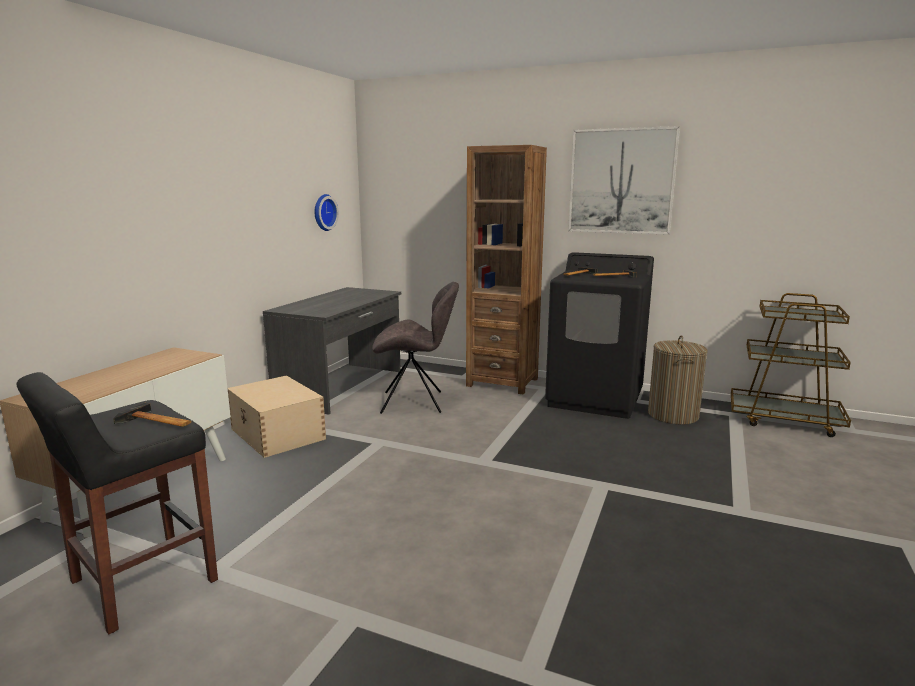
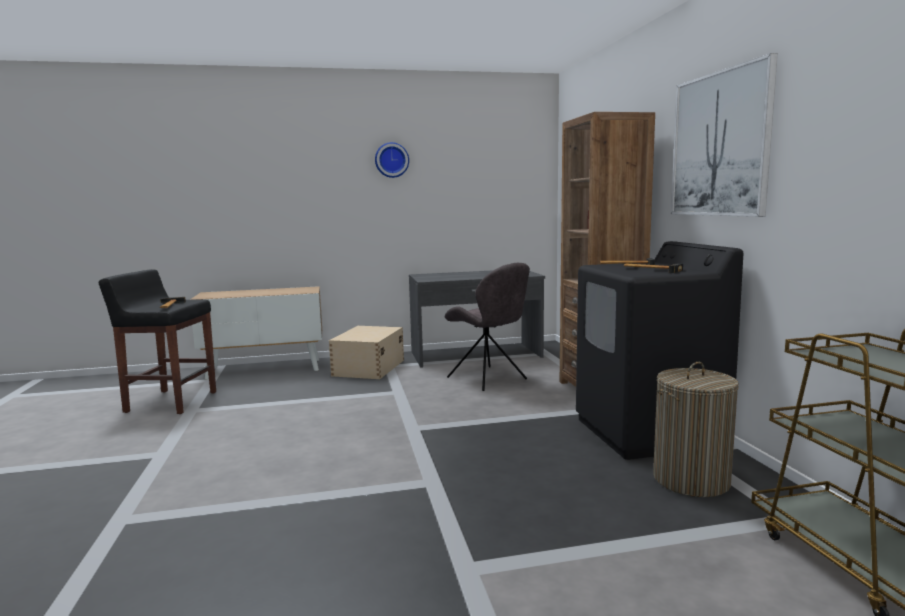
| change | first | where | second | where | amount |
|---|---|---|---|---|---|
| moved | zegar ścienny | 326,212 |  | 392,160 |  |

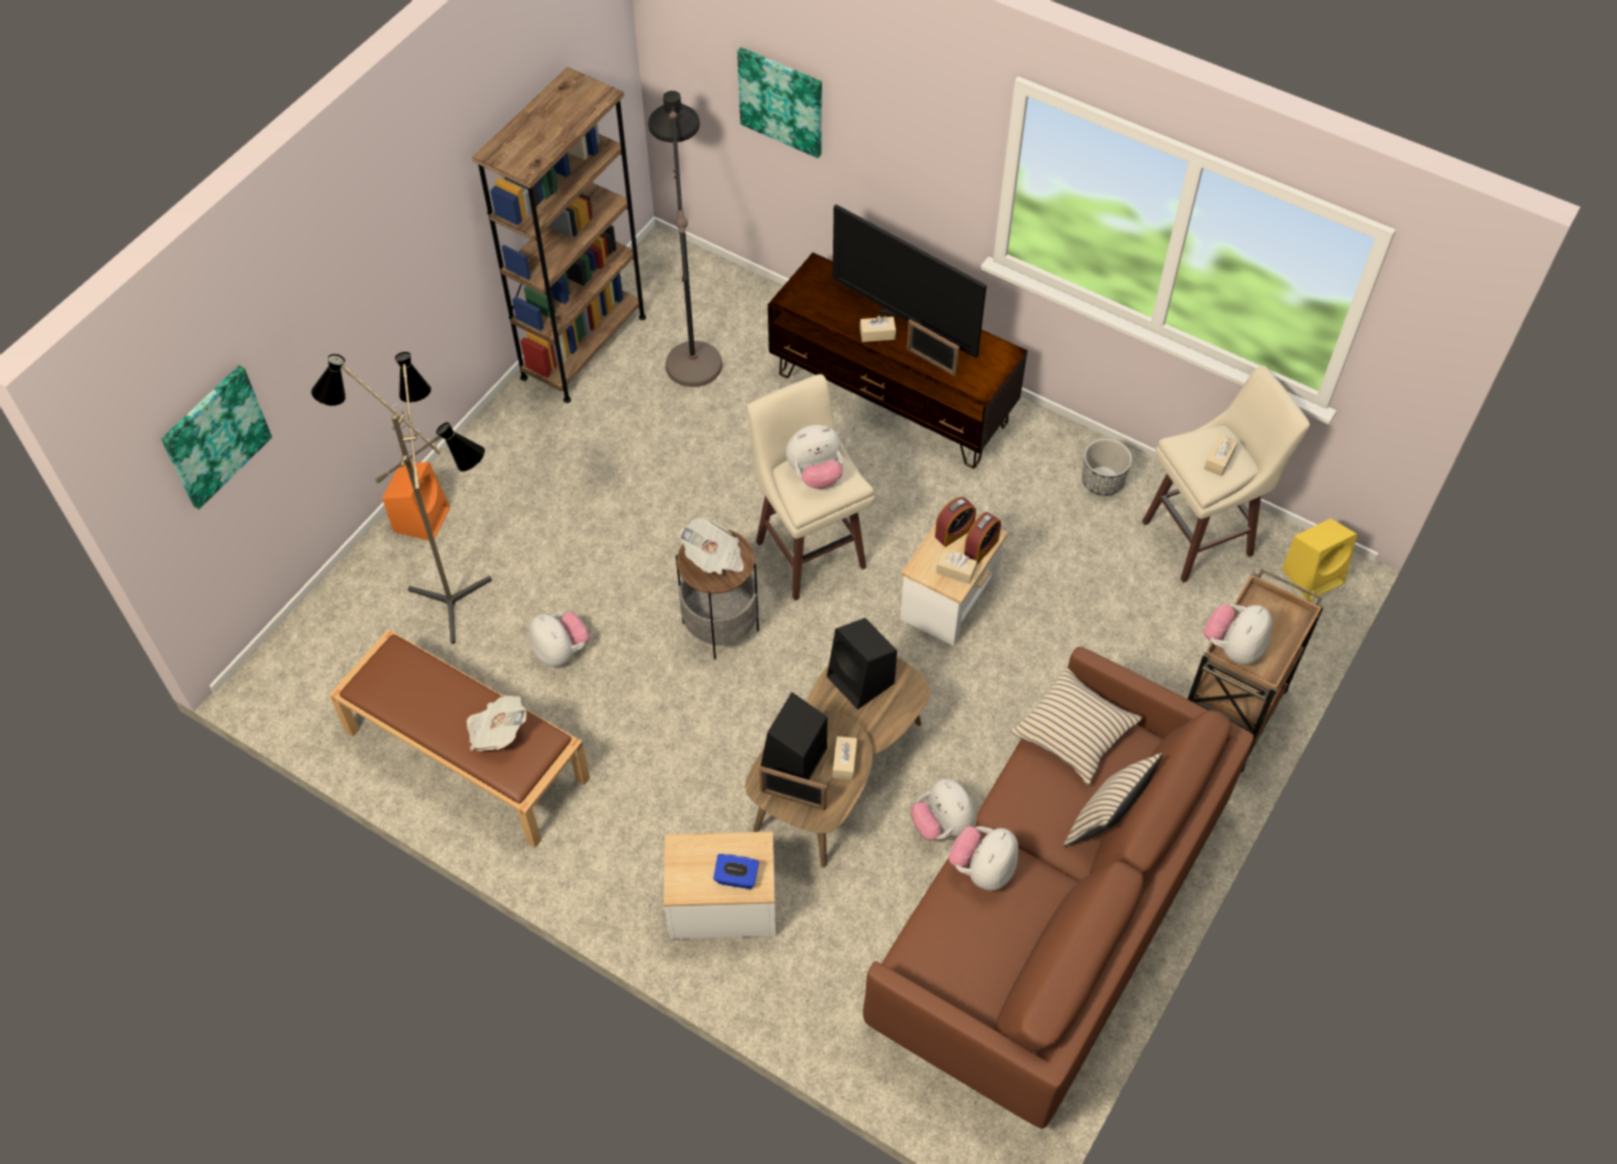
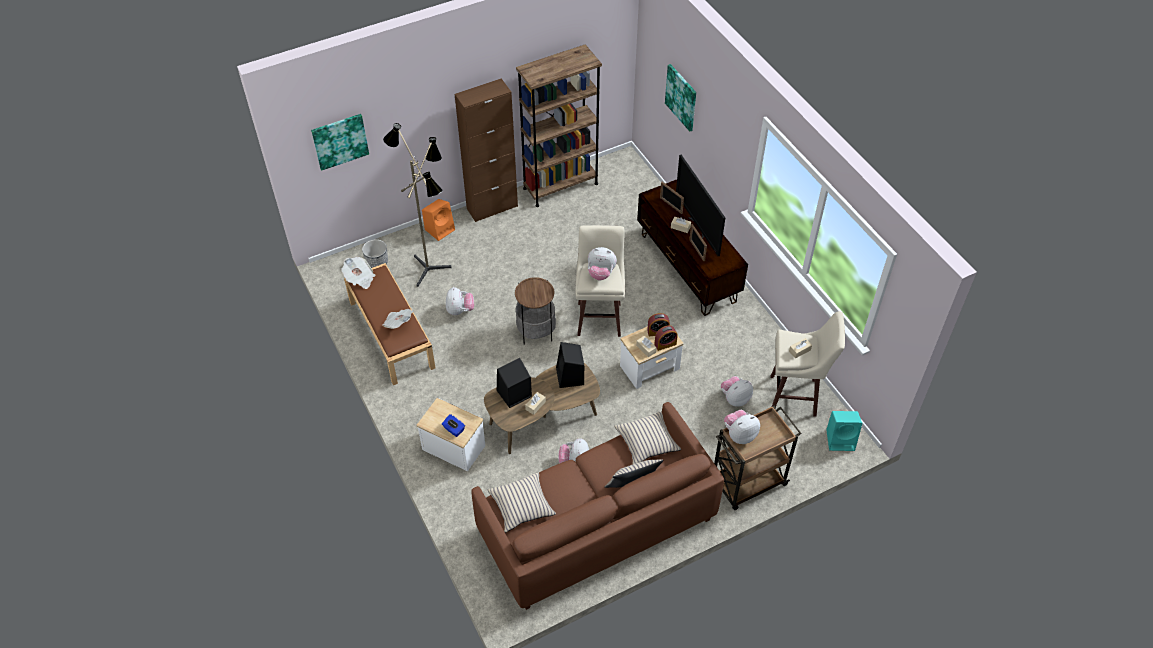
| change | first | where | second | where | amount |
|---|---|---|---|---|---|
| removed | lampa stojąca [czarny] | 685,239 |  |  |  |
| added |  |  | szafka [brązowy] | 486,150 |  |
| added |  |  | poduszka [beżowy] | 521,503 |  |
| moved | gazeta | 711,546 |  | 358,273 |  |
| moved | ramka na zdjęcie | 793,788 |  | 672,198 |  |
| moved | pluszak | 983,858 |  | 737,391 |  |
| moved | donica | 1107,467 |  | 375,253 |  |
| recoloured | głośnik [żółty] | 1319,559 | głośnik [turkusowy] | 844,431 |  |

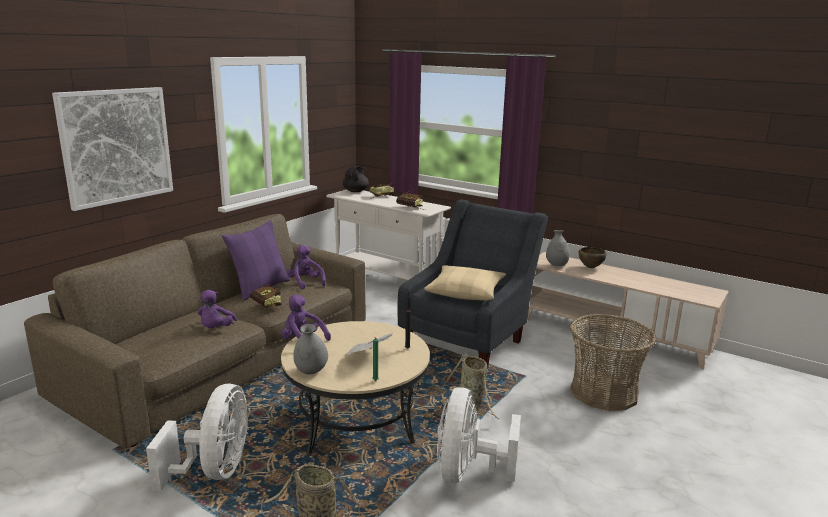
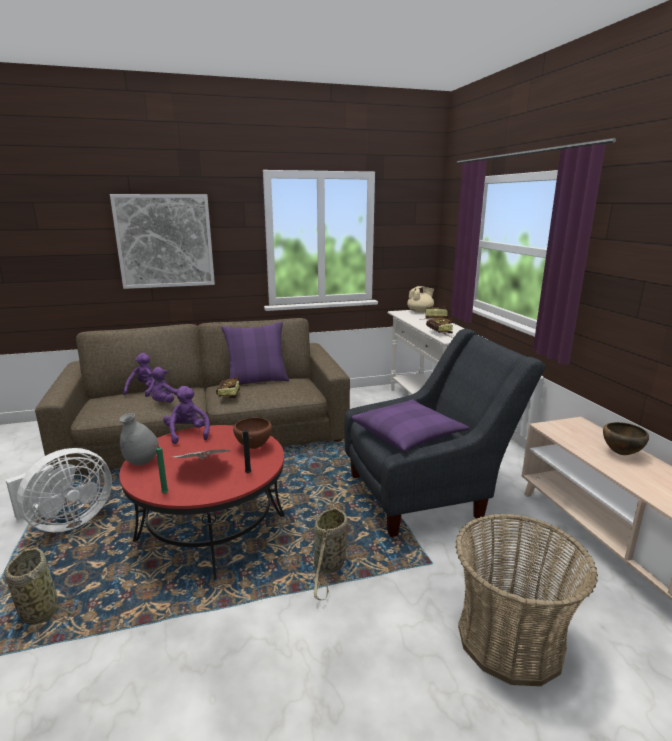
| change | first | where | second | where | amount |
|---|---|---|---|---|---|
| removed | wentylator [biały] | 479,435 |  |  |  |
| removed | wazon [szary] | 558,248 |  |  |  |
| added |  |  | miska [brązowy] | 252,433 |  |
| moved | pluszak [fioletowy] | 306,267 |  | 139,375 |  |
| recoloured | ława [beżowy] | 355,387 | ława [czerwony] | 202,503 |  |
| recoloured | imbryk [czarny] | 356,179 | imbryk [beżowy] | 420,299 |  |
| recoloured | poduszka [beżowy] | 465,282 | poduszka [fioletowy] | 410,425 |  |

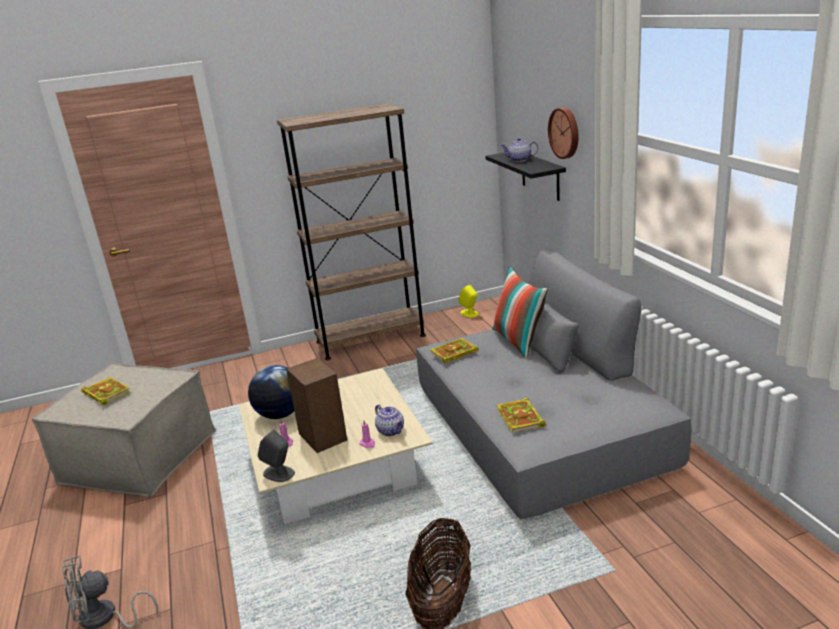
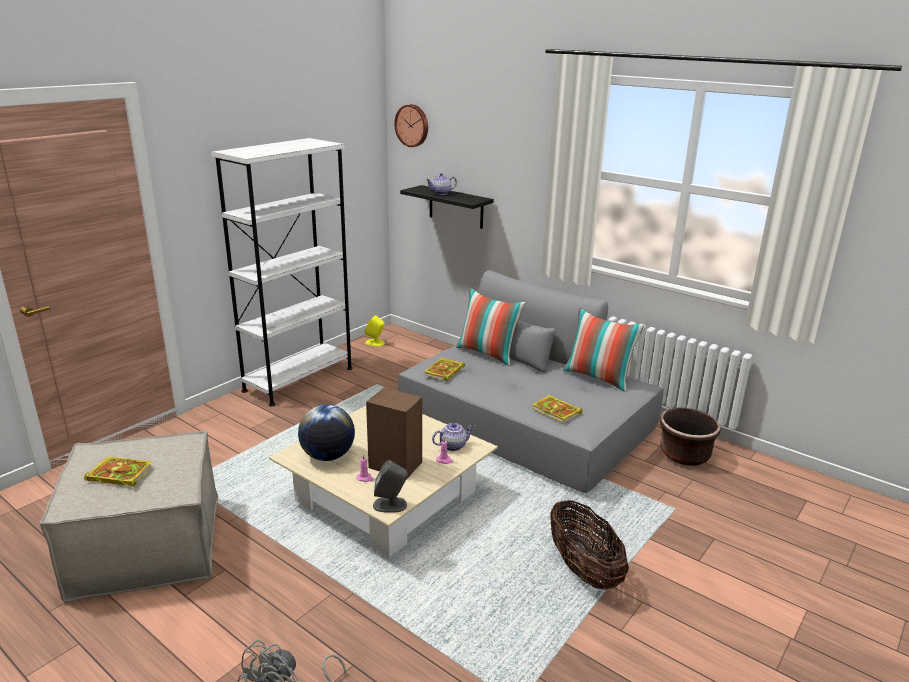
| change | first | where | second | where | amount |
|---|---|---|---|---|---|
| added |  |  | poduszka | 603,350 |  |
| added |  |  | donica [brązowy] | 690,436 |  |
| moved | zegar ścienny | 563,133 |  | 411,125 |  |
| recoloured | regał [brązowy] | 351,231 | regał [biały] | 282,272 |  |
| turned | imbryk | 389,420 |  | 453,437 | 45 degrees counterclockwise |

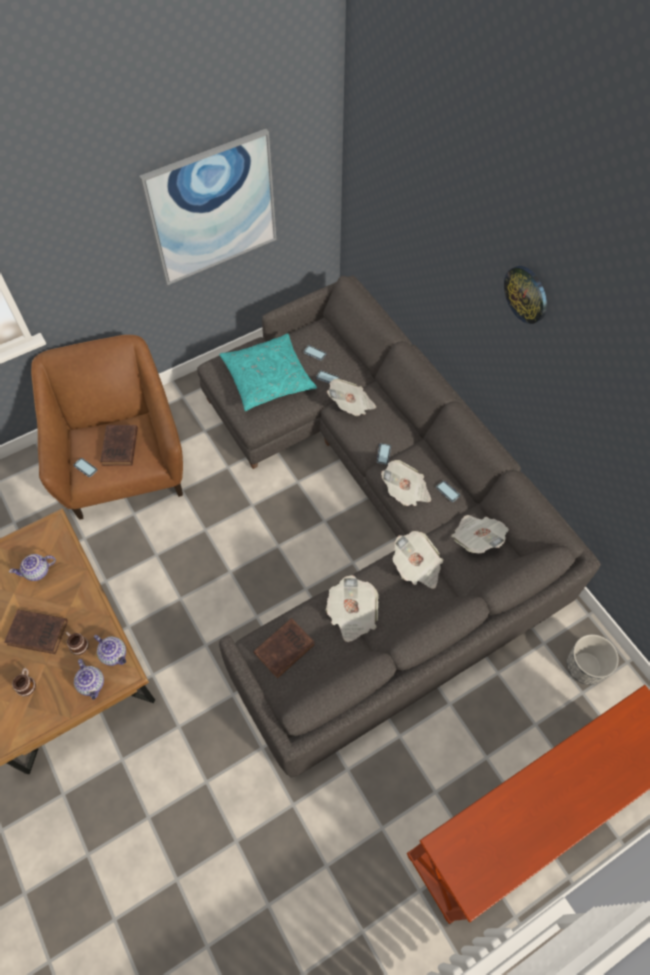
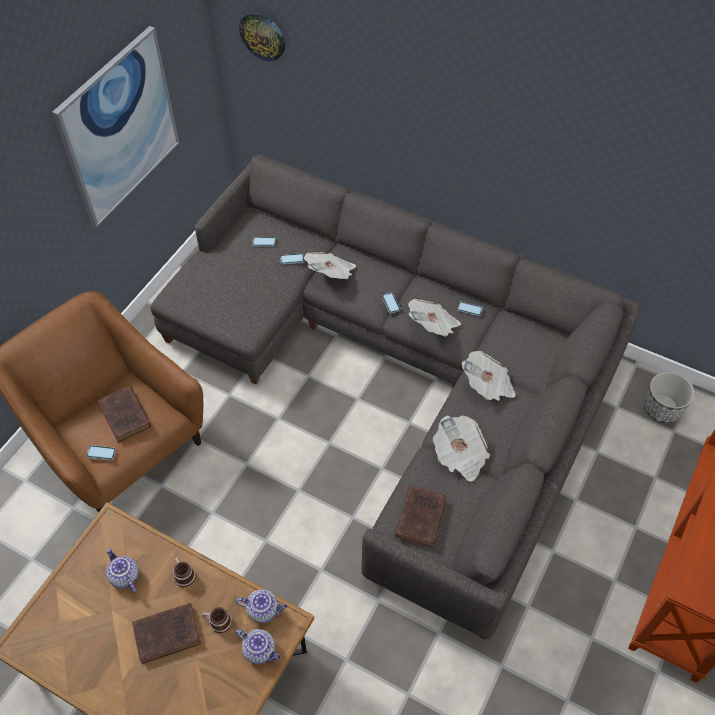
| change | first | where | second | where | amount |
|---|---|---|---|---|---|
| removed | poduszka [turkusowy] | 268,372 |  |  |  |
| removed | gazeta | 480,534 |  |  |  |
| moved | kubek | 24,682 |  | 184,572 |  |
| moved | zegar ścienny | 525,295 |  | 262,37 |  |
| turned | imbryk | 32,567 |  | 122,570 | 105 degrees clockwise |

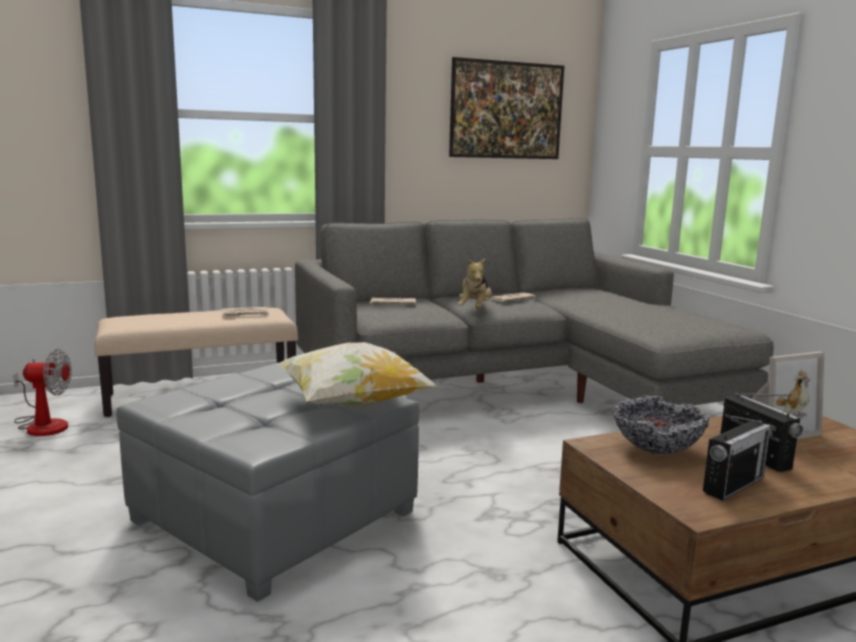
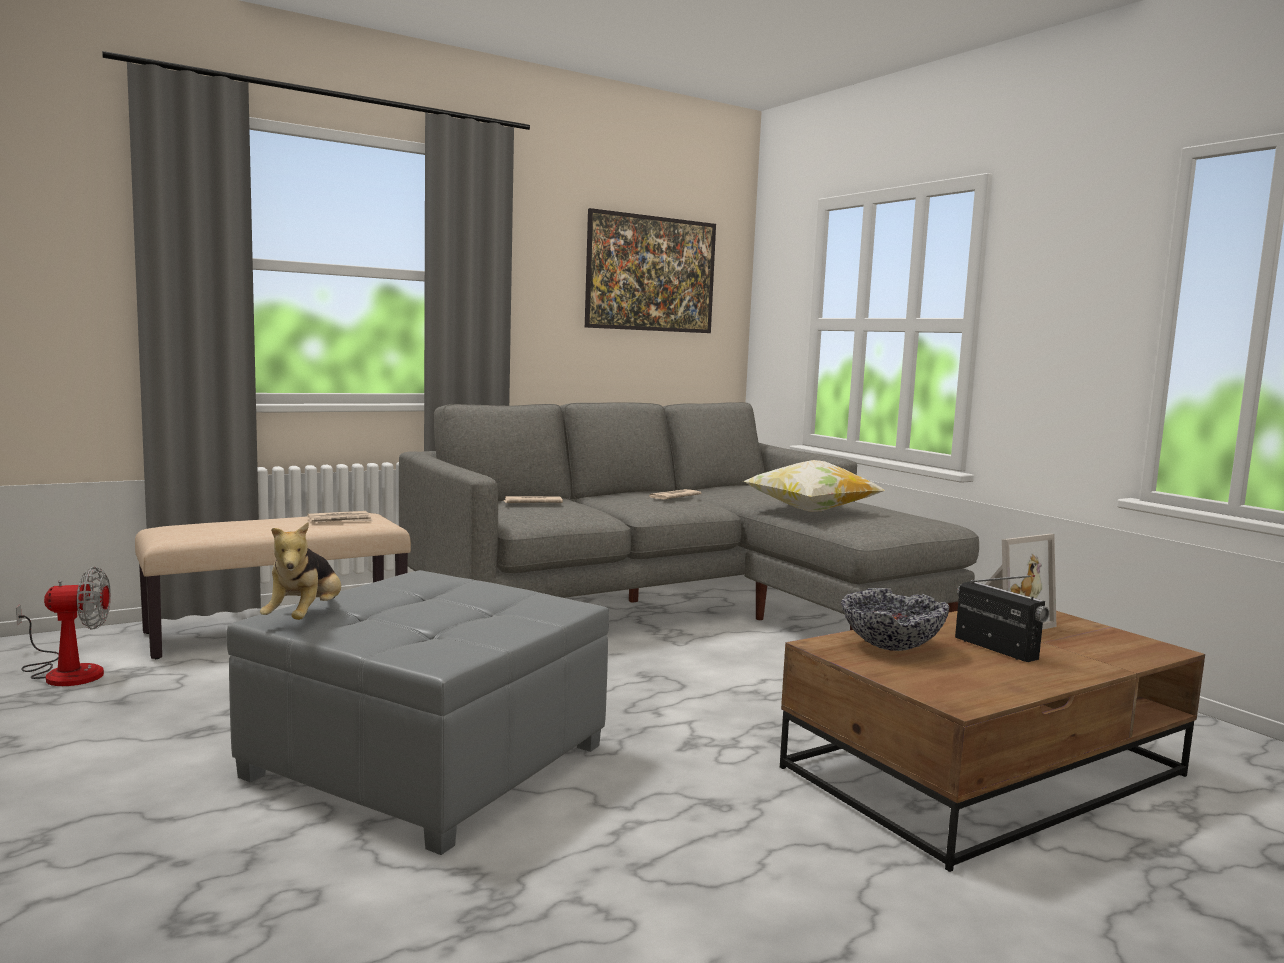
| change | first | where | second | where | amount |
|---|---|---|---|---|---|
| removed | radio | 737,458 |  |  |  |
| moved | poduszka | 357,374 |  | 814,486 |  |
| moved | pluszak | 475,283 |  | 300,571 |  |

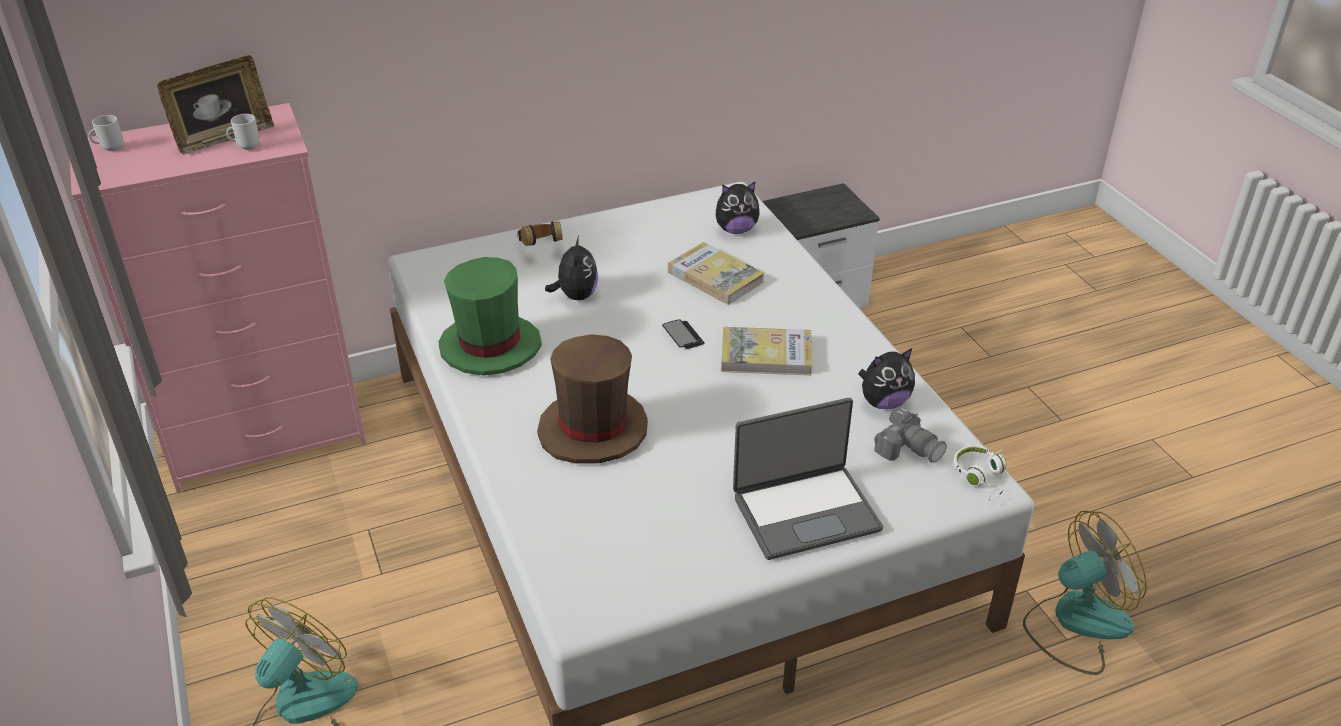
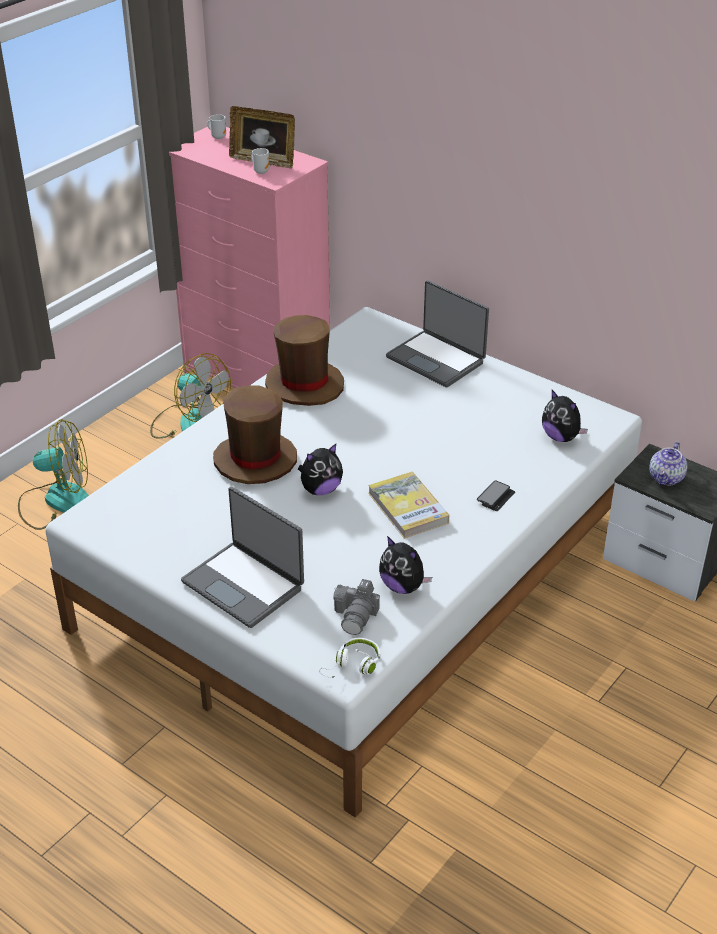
| change | first | where | second | where | amount |
|---|---|---|---|---|---|
| removed | książka | 716,273 |  |  |  |
| added |  |  | imbryk | 668,463 |  |
| moved | pluszak | 571,268 |  | 320,469 |  |
| moved | telefon | 683,334 |  | 495,496 |  |
| moved | wentylator | 1085,593 |  | 190,396 |  |
| replaced | słuchawki | 540,233 | laptop | 437,333 |  |
| recoloured | kapelusz [zielony] | 490,316 | kapelusz [brązowy] | 304,360 |  |

